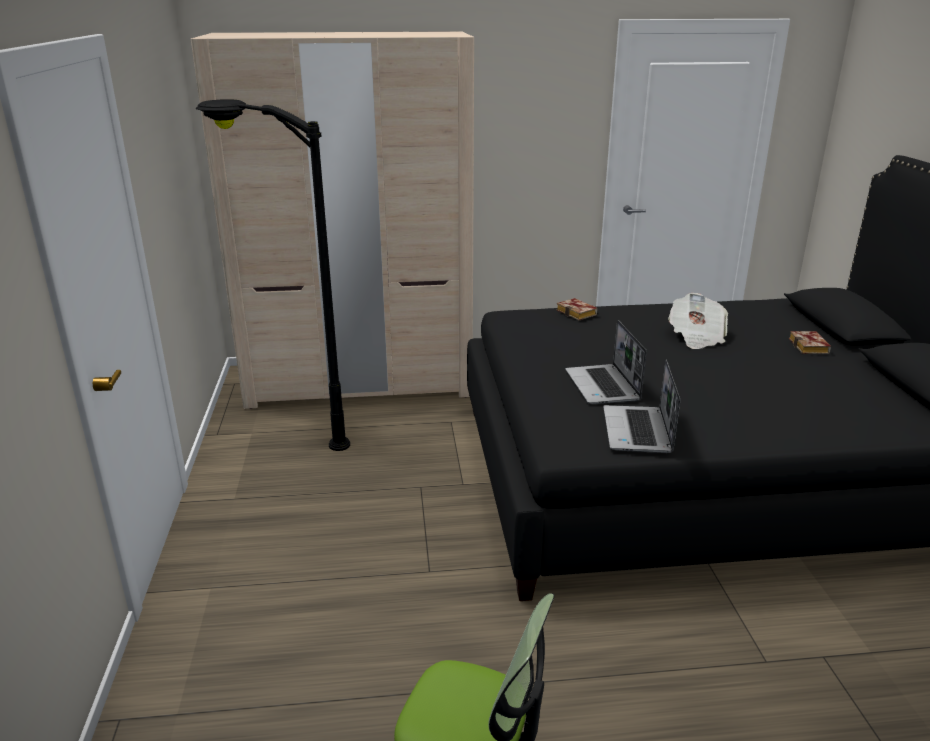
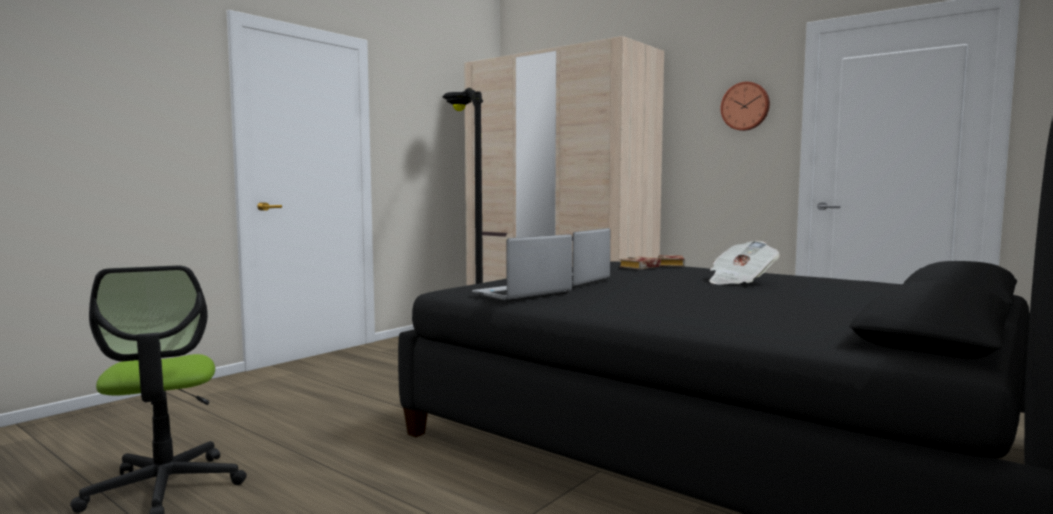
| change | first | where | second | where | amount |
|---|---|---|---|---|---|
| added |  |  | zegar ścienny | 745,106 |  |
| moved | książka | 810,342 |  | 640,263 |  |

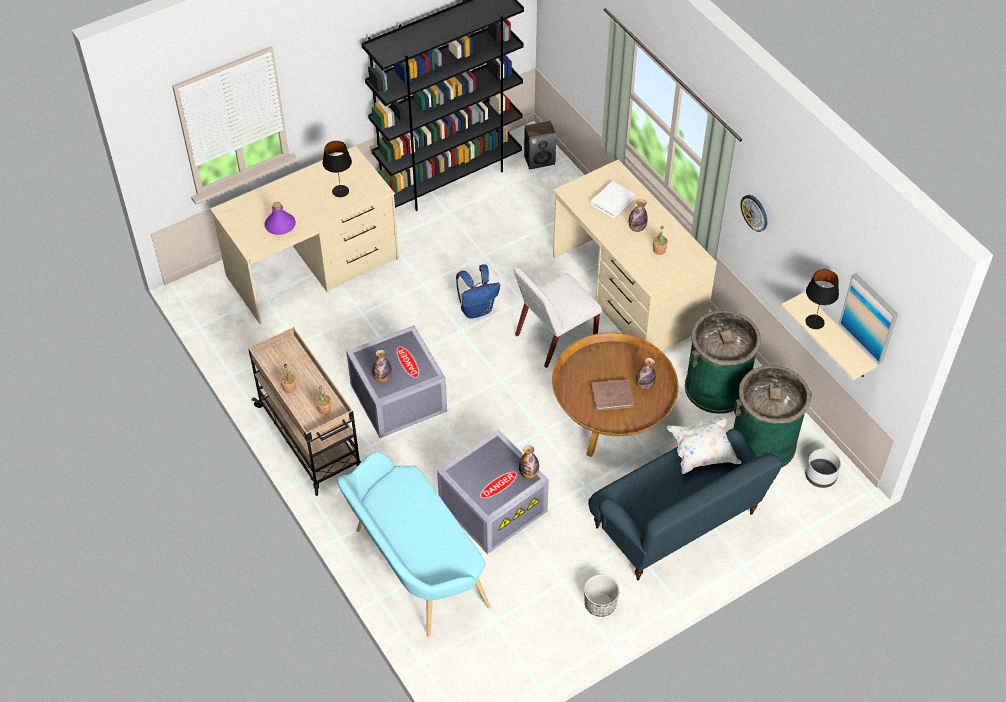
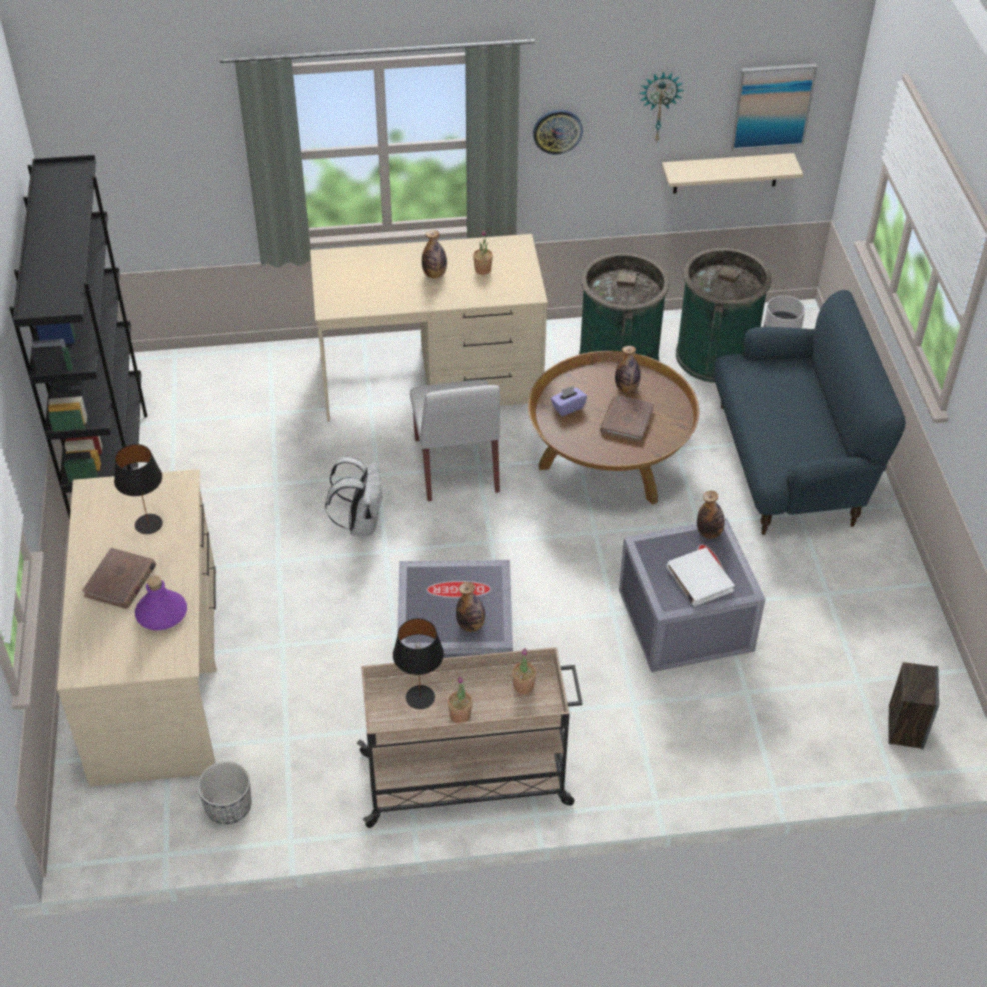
| change | first | where | second | where | amount |
|---|---|---|---|---|---|
| removed | ławka [turkusowy] | 413,544 |  |  |  |
| removed | poduszka [biały] | 704,446 |  |  |  |
| added |  |  | książka [brązowy] | 119,578 |  |
| added |  |  | pudełko chusteczek [fioletowy] | 569,400 |  |
| added |  |  | zegar ścienny | 661,107 |  |
| moved | głośnik | 540,145 |  | 914,705 |  |
| moved | donica | 602,595 |  | 224,792 |  |
| moved | książka [biały] | 613,200 |  | 700,576 |  |
| moved | lampa stołowa [czarny] | 822,299 |  | 418,663 |  |
| recoloured | plecak [niebieski] | 478,291 | plecak [biały] | 353,496 |  |

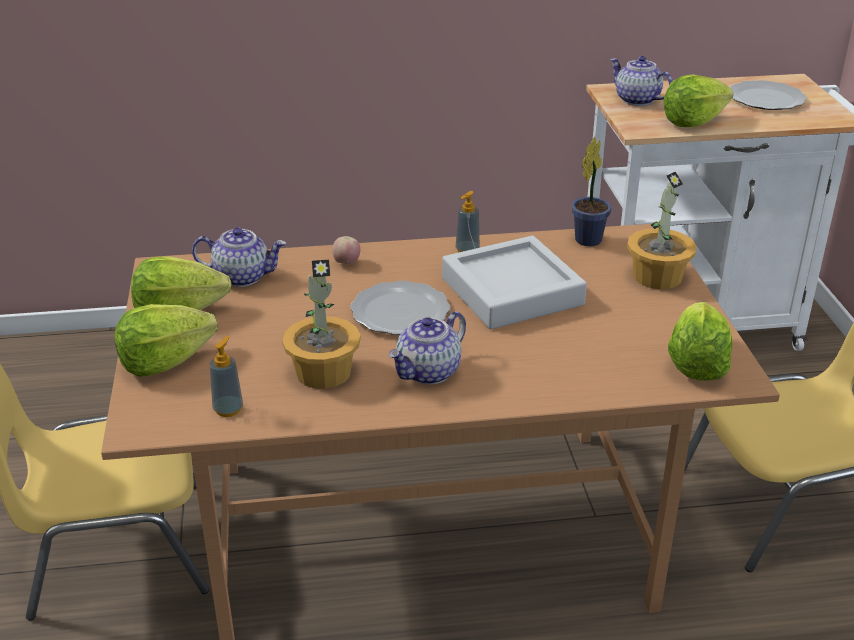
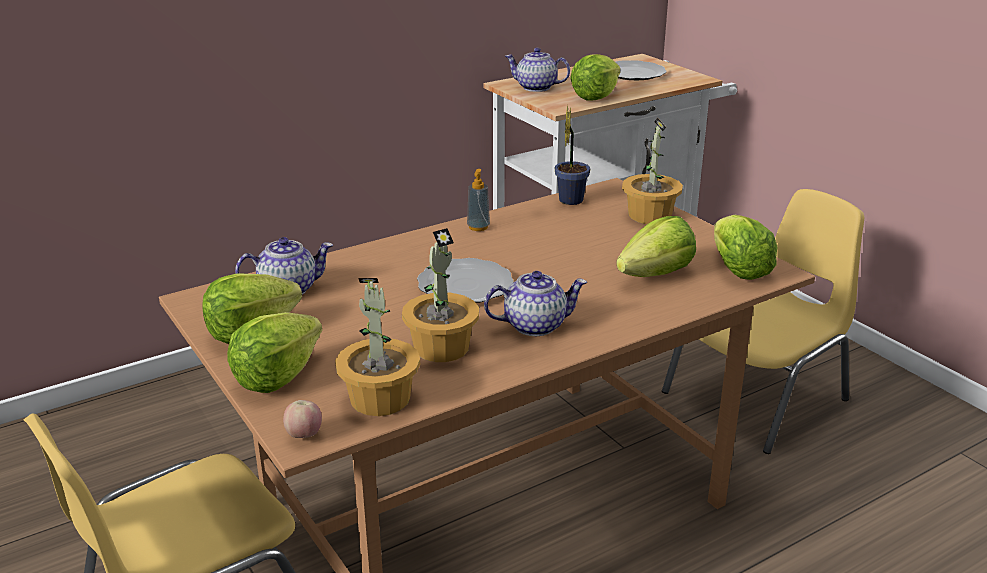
| change | first | where | second | where | amount |
|---|---|---|---|---|---|
| removed | taca [szary] | 514,282 |  |  |  |
| added |  |  | sałata | 656,246 |  |
| moved | jabłko | 346,250 |  | 302,419 |  |
| replaced | dozownik mydła | 226,376 | roślina doniczkowa | 377,347 |  |
| turned | imbryk | 427,348 |  | 535,303 | 120 degrees counterclockwise |

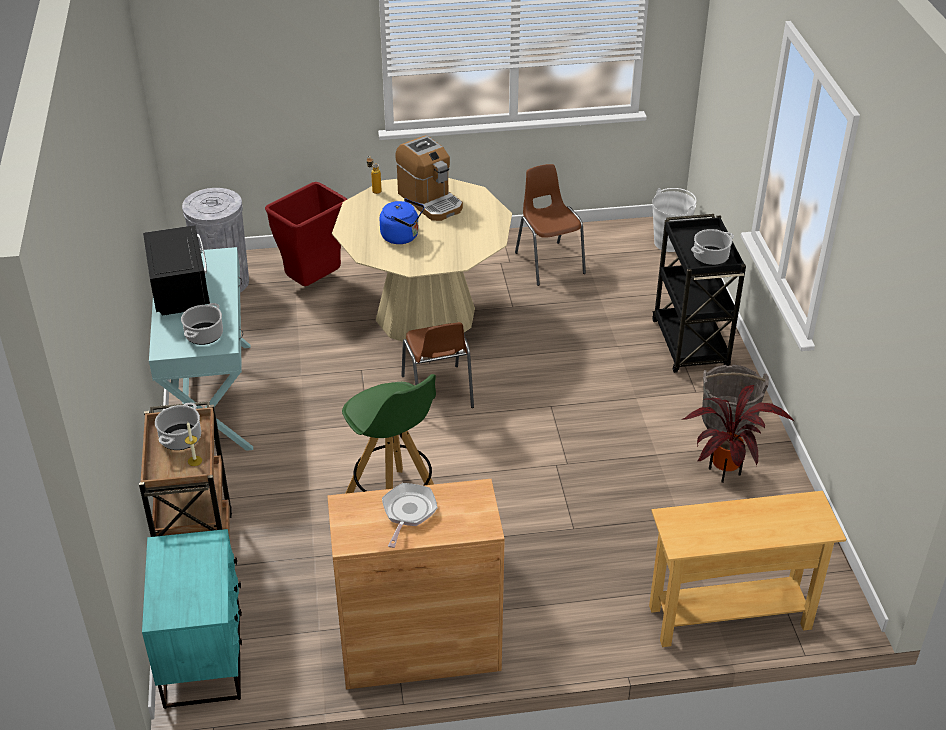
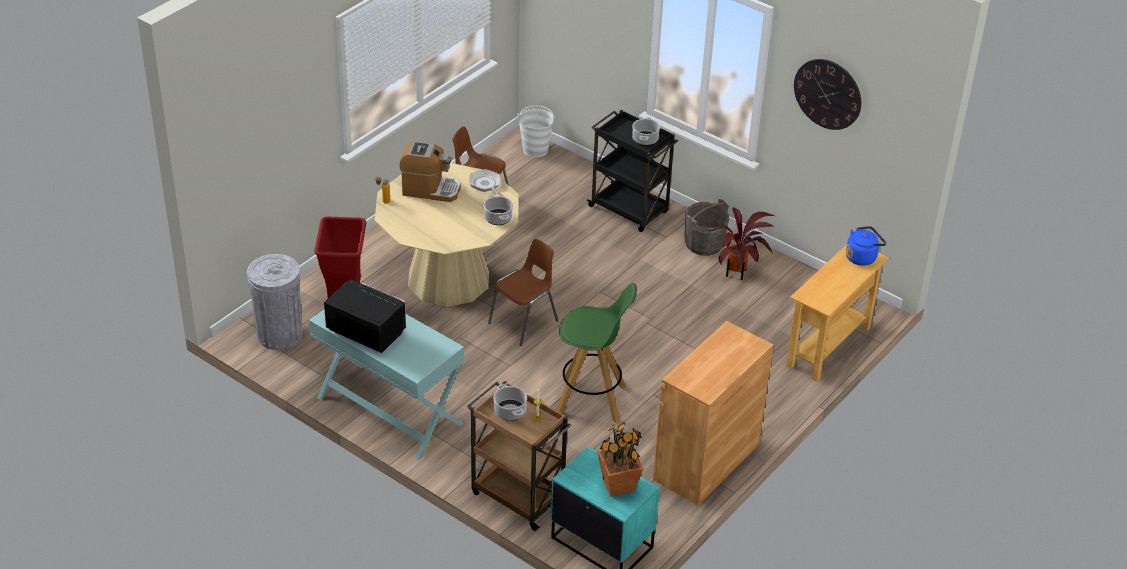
| change | first | where | second | where | amount |
|---|---|---|---|---|---|
| added |  |  | roślina doniczkowa | 620,459 |  |
| added |  |  | zegar ścienny | 827,94 |  |
| moved | garnek | 202,324 |  | 498,210 |  |
| moved | czajnik [niebieski] | 402,221 |  | 866,246 |  |
| moved | patelnia | 410,515 |  | 486,183 |  |
| turned | krzesło [brązowy] | 437,365 |  | 523,292 | 75 degrees counterclockwise |

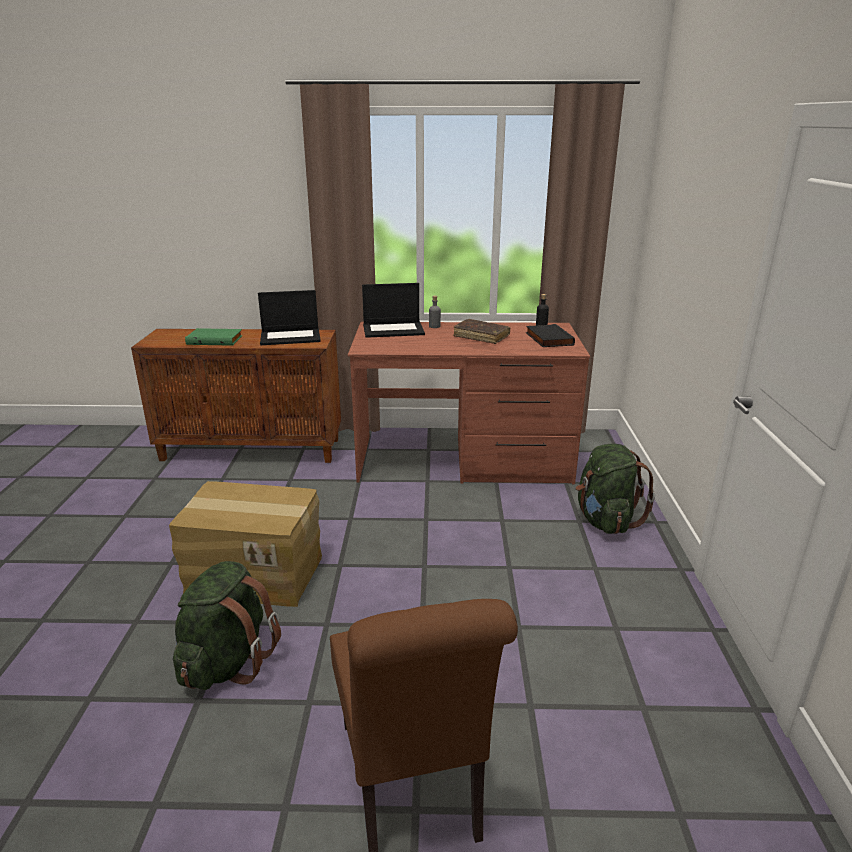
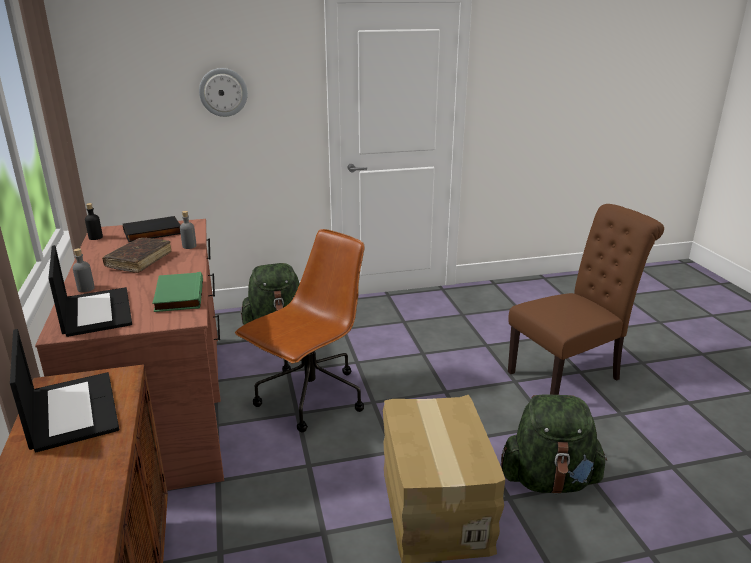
| change | first | where | second | where | amount |
|---|---|---|---|---|---|
| added |  |  | butelka [szary] | 188,230 |  |
| added |  |  | zegar ścienny | 223,92 |  |
| added |  |  | krzesło biurowe [brązowy] | 299,330 |  |
| moved | książka [zielony] | 214,337 |  | 177,292 |  |

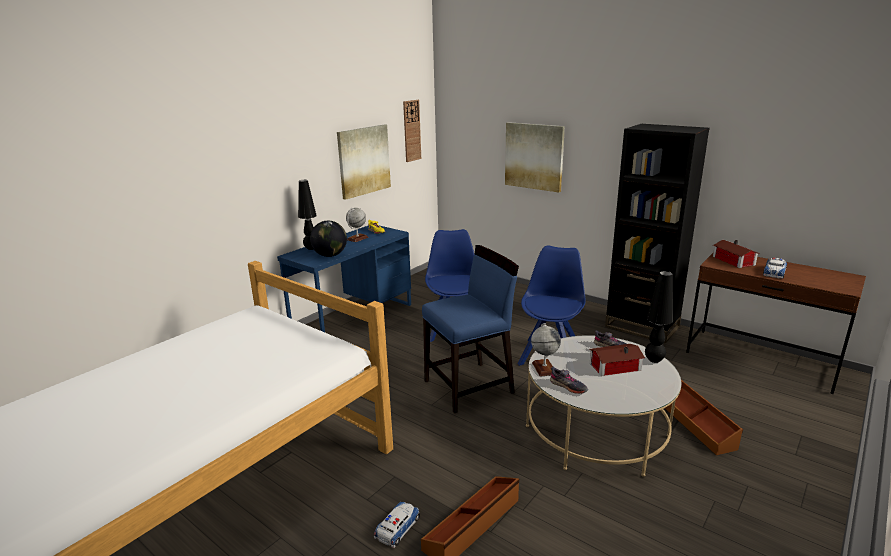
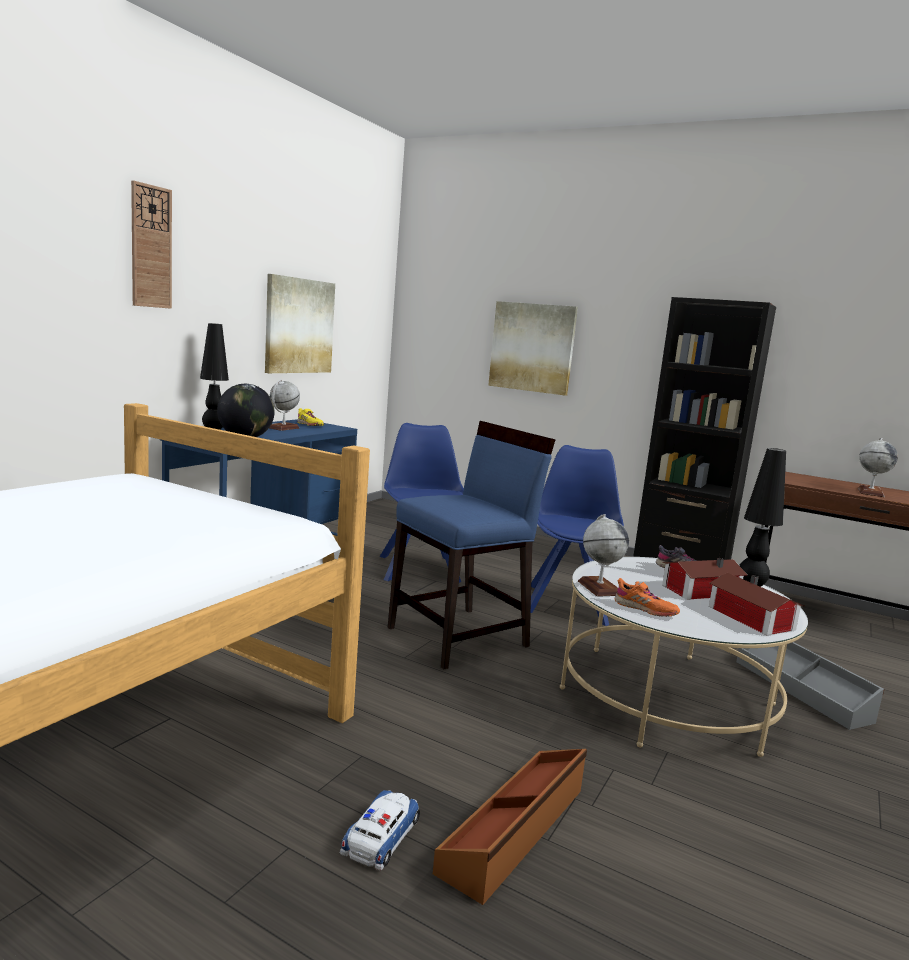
| change | first | where | second | where | amount |
|---|---|---|---|---|---|
| moved | zegar ścienny | 412,131 |  | 151,244 |  |
| moved | domek | 736,254 |  | 757,604 |  |
| replaced | samochodzik | 775,268 | globus | 877,467 |  |
| recoloured | but [szary] | 569,380 | but [pomarańczowy] | 647,597 |  |
| recoloured | pojemnik do przechowywania [brązowy] | 704,417 | pojemnik do przechowywania [szary] | 810,686 |  |

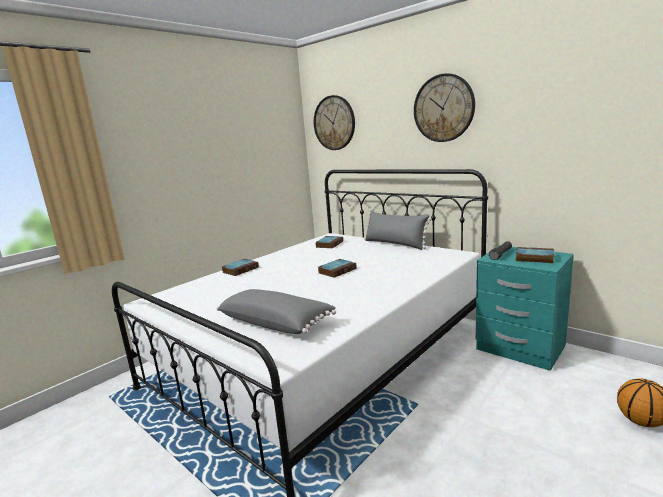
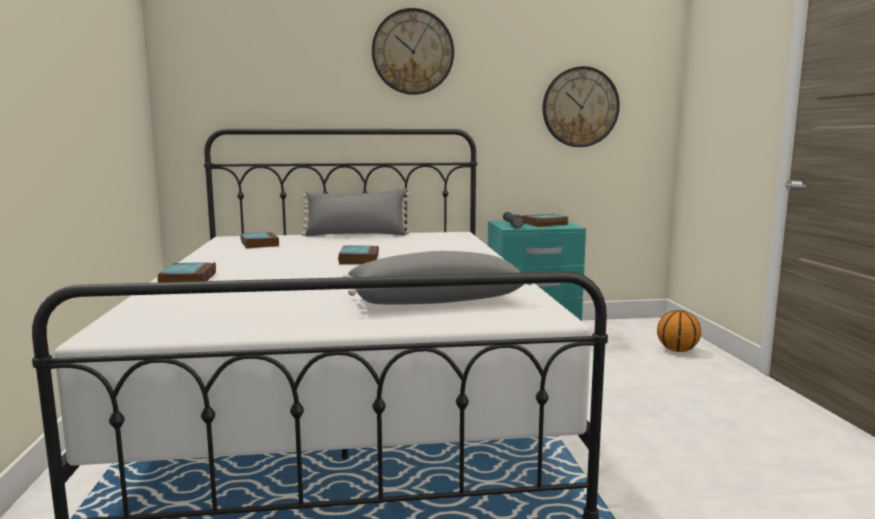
| change | first | where | second | where | amount |
|---|---|---|---|---|---|
| moved | zegar ścienny | 334,122 |  | 581,106 |  |

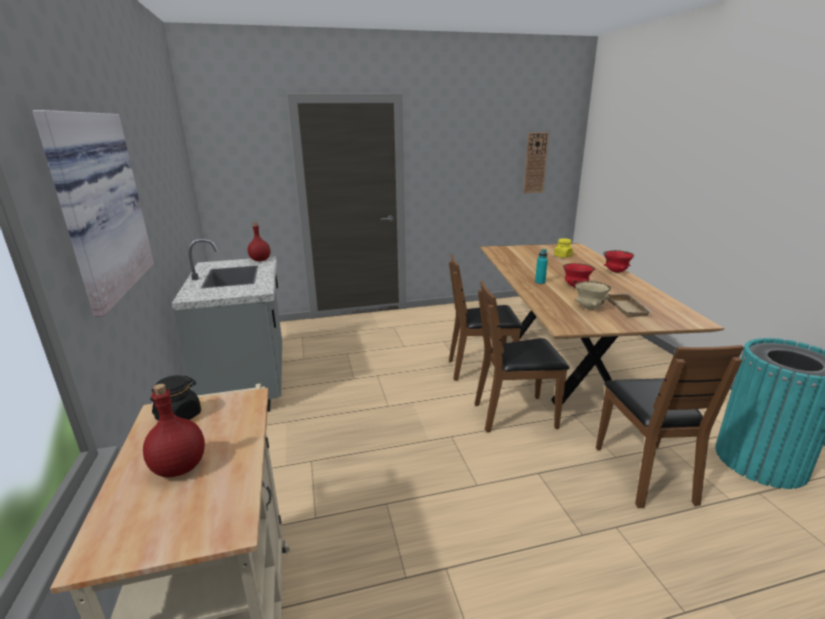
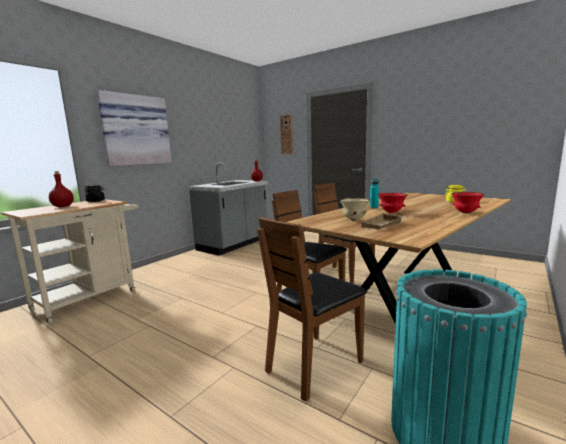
| change | first | where | second | where | amount |
|---|---|---|---|---|---|
| moved | zegar ścienny | 536,162 |  | 286,134 |  |

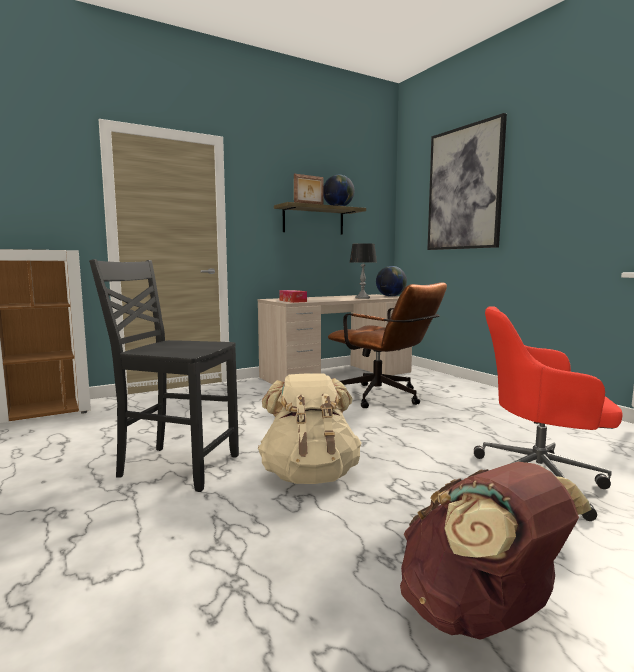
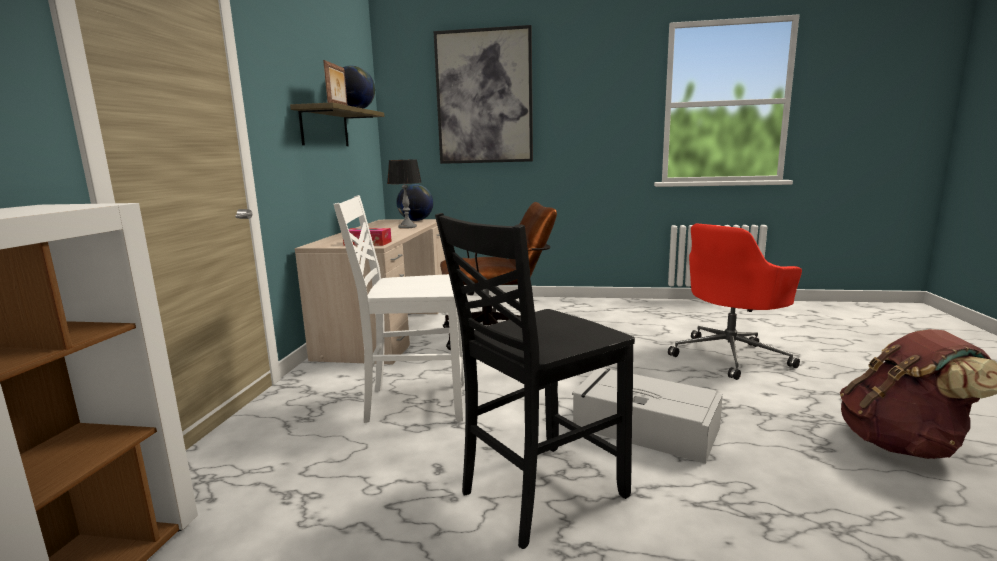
| change | first | where | second | where | amount |
|---|---|---|---|---|---|
| added |  |  | krzesło [biały] | 398,309 |  |
| replaced | plecak [beżowy] | 309,428 | pojemnik do przechowywania [szary] | 647,416 |  |

